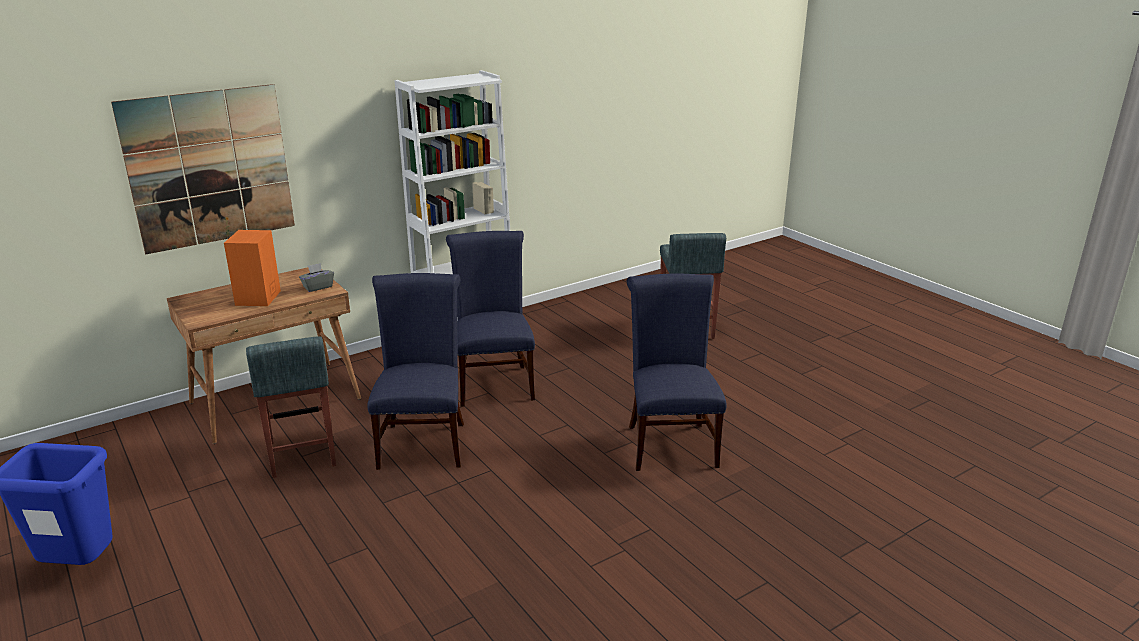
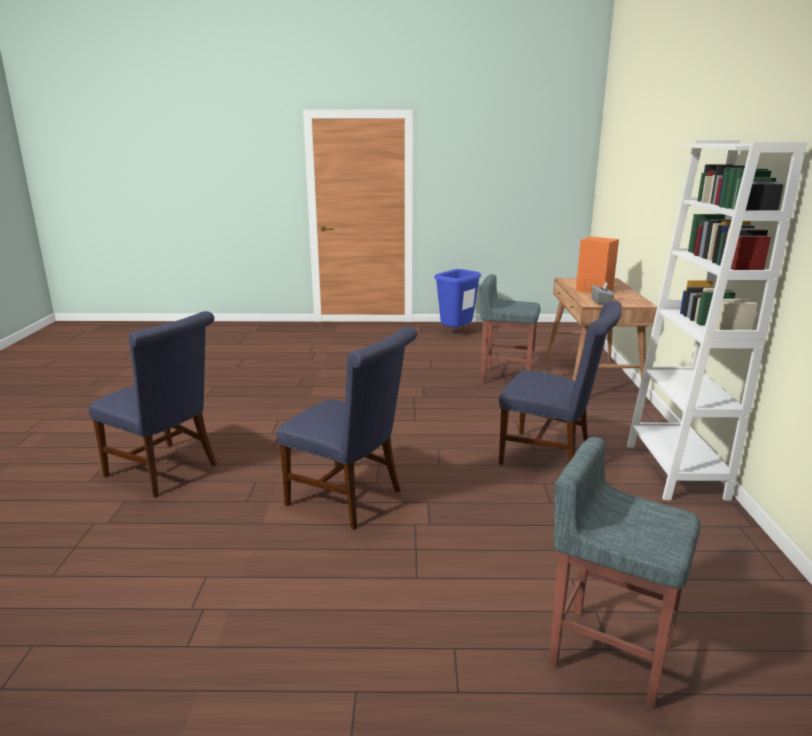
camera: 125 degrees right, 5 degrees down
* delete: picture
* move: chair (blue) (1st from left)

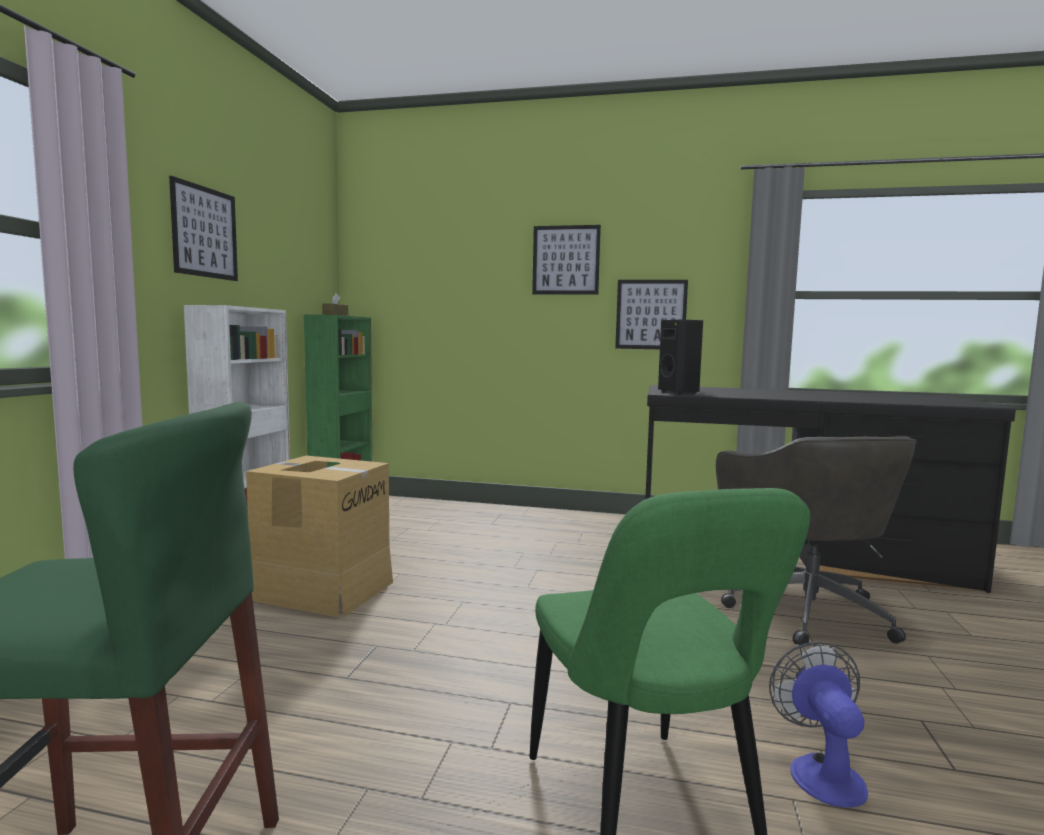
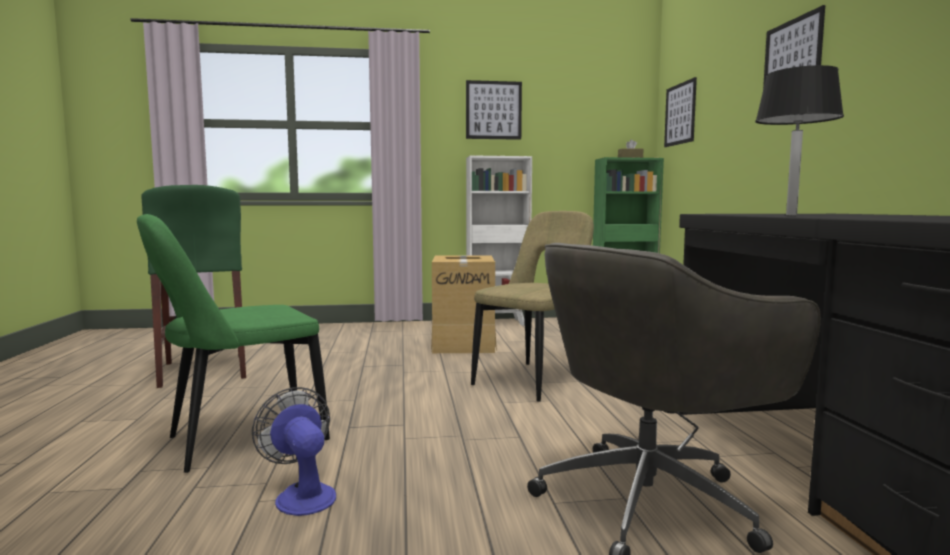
camera: 70 degrees right, 0 degrees up
* delete: speaker (black)
* insert: chair (beige)
* insert: table lamp (black)
* move: picture (3rd from left in the first image) to picture (2nd from left)
* rotate: fan 105 degrees counterclockwise

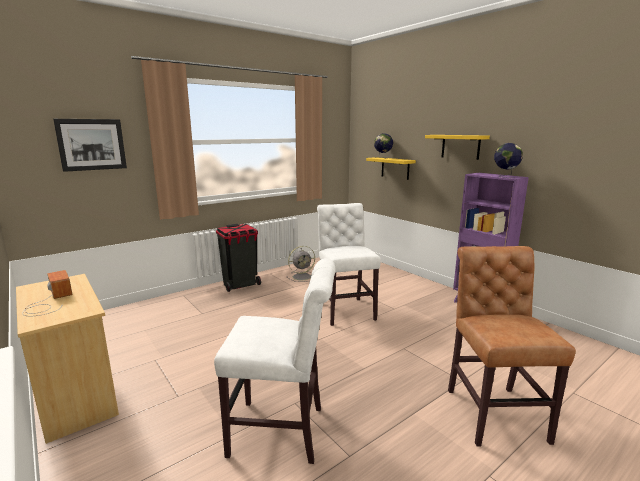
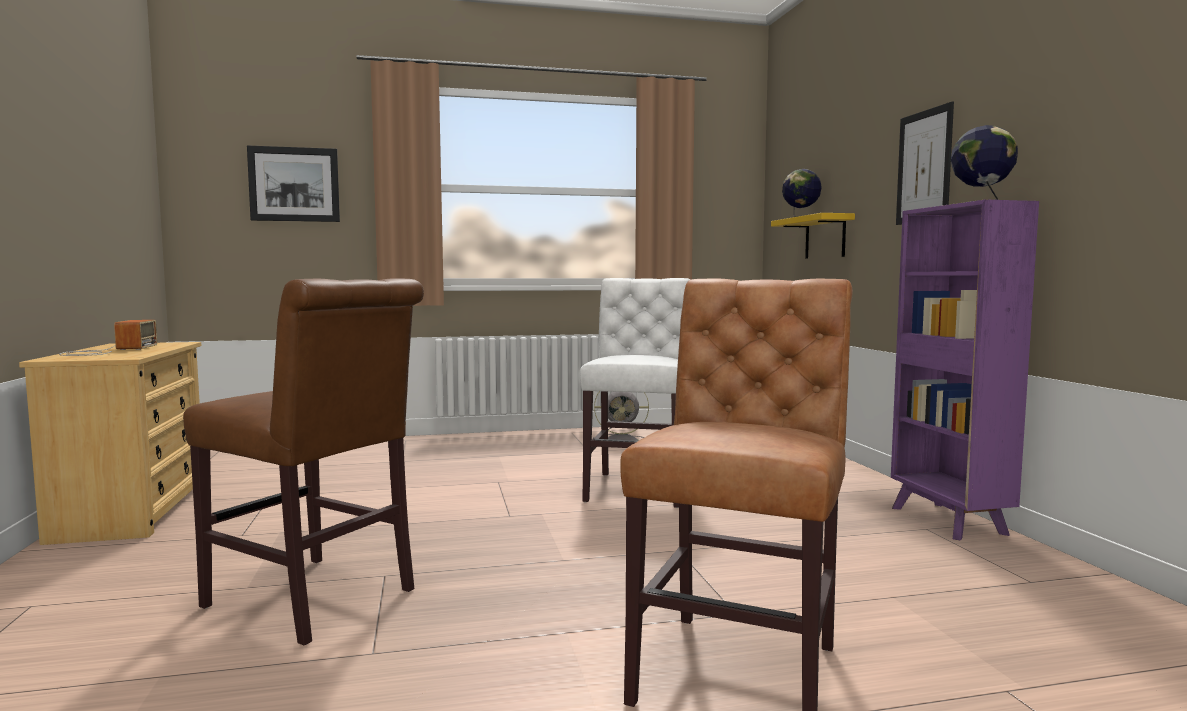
camera: 25 degrees right, 10 degrees down
* delete: trash can (black)
* replace: shelf (yellow) (2nd from left) to picture (2nd from left)
* recolor: chair (white) (1st from left) to chair (brown) (1st from left)

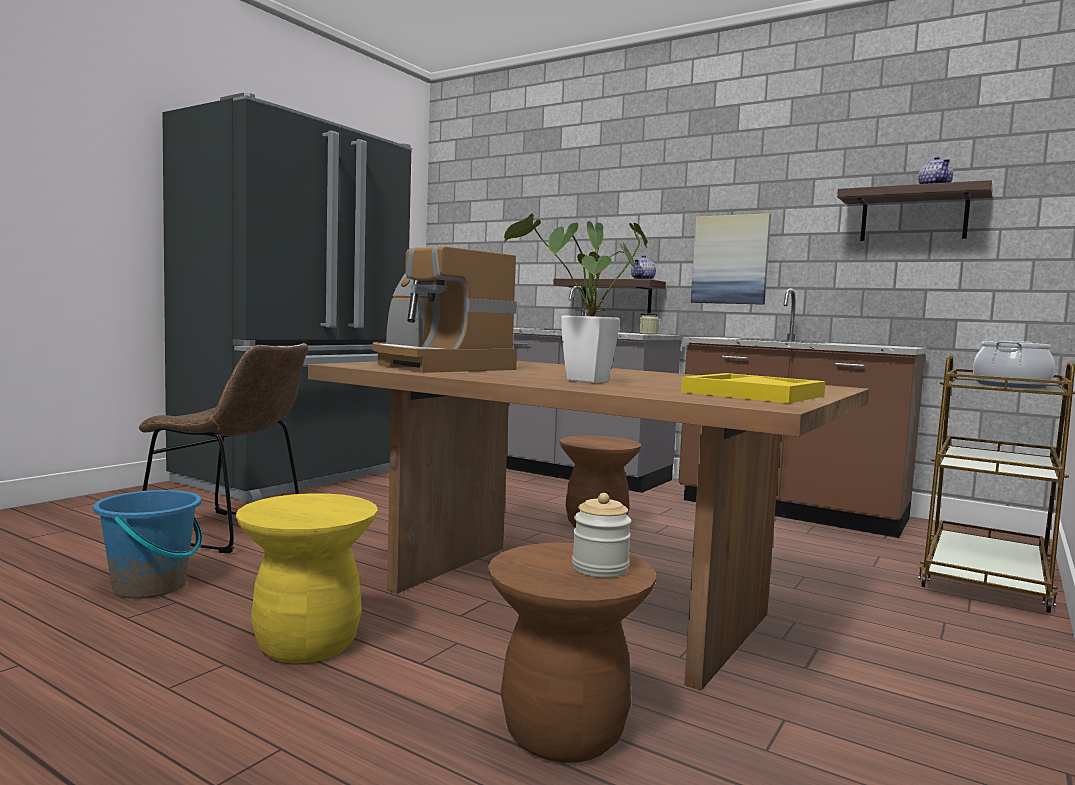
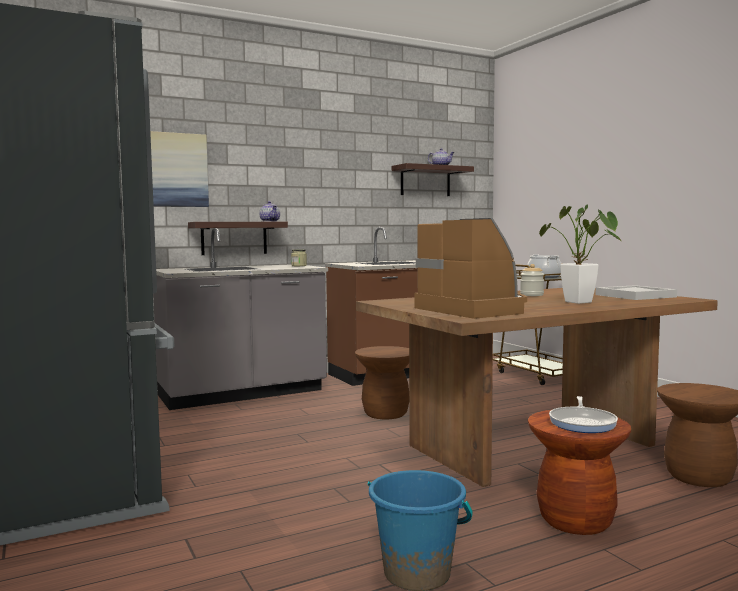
camera: 60 degrees left, 0 degrees up
* delete: chair (brown)
* insert: frying pan
* move: jar (1st from left in the first image) to jar (2nd from left)
* move: picture
* recolor: stool (yellow) to stool (brown) (2nd from left)
* recolor: tray (yellow) to tray (white)
* rotate: coffee machine 105 degrees counterclockwise

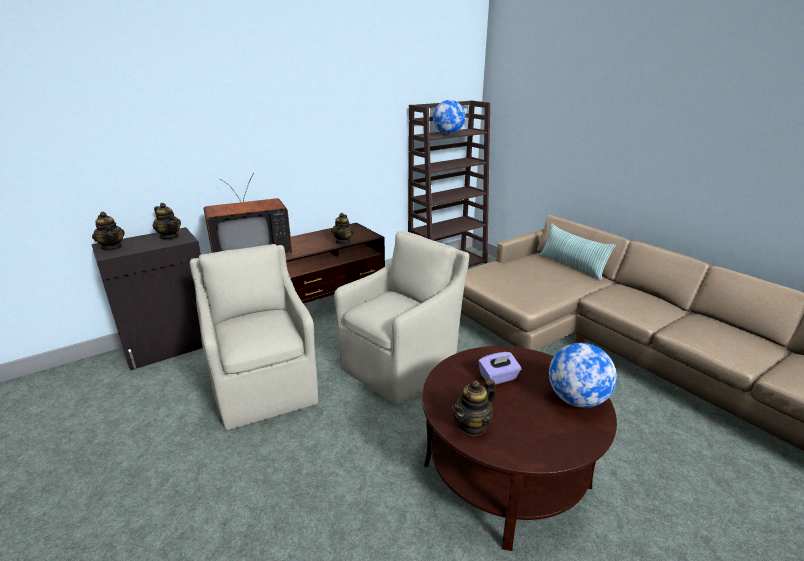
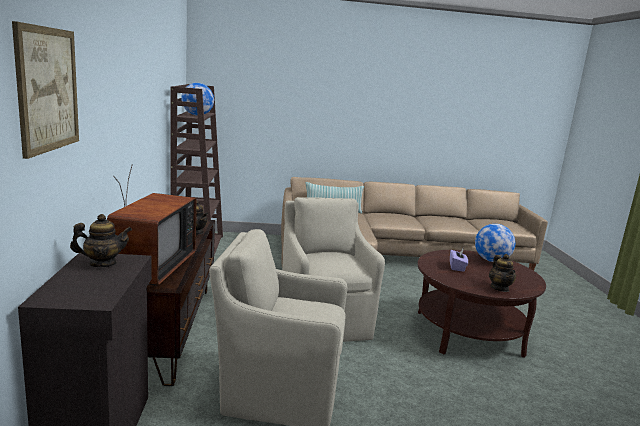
camera: 60 degrees left, 10 degrees down
* delete: teapot (1st from left)
* insert: picture

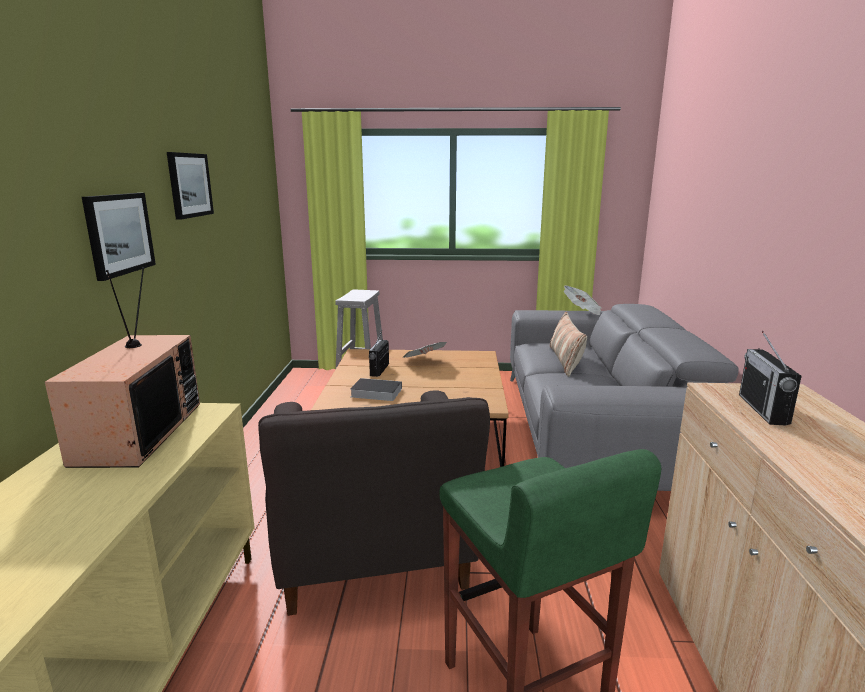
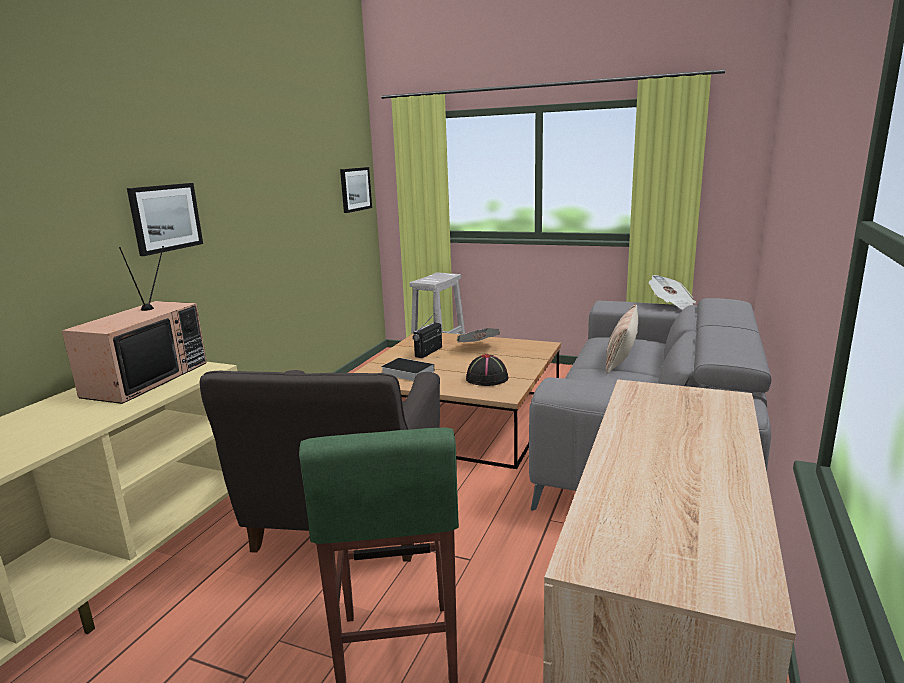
camera: 20 degrees right, 0 degrees up
* delete: radio (2nd from left)
* insert: hat (black)
* move: picture (2nd from left)

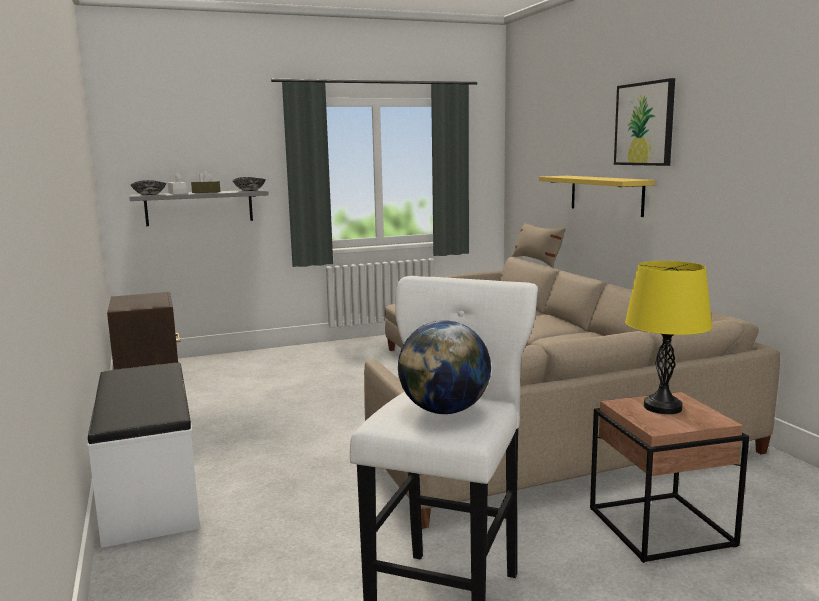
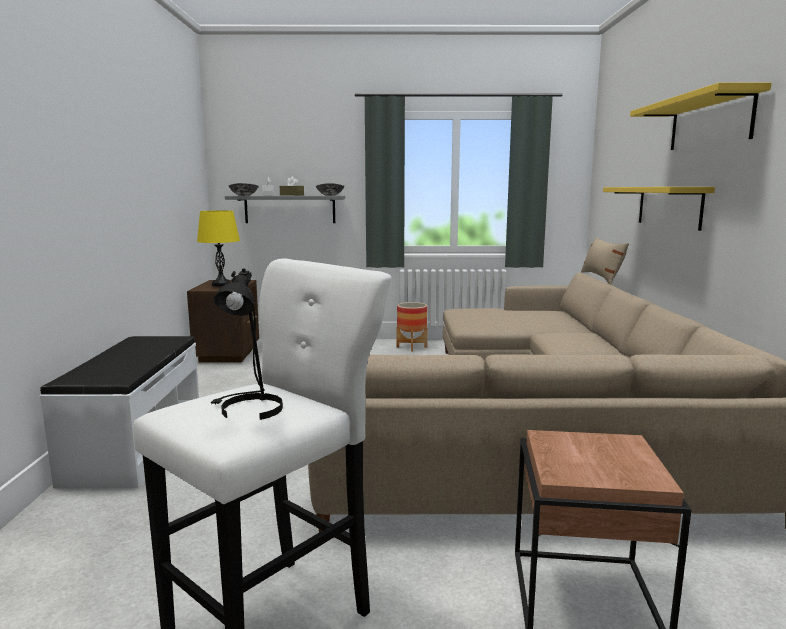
camera: 20 degrees right, 0 degrees up
* insert: planter
* move: table lamp (yellow)
* replace: globe to table lamp (black)
* replace: picture to shelf (yellow) (2nd from left)

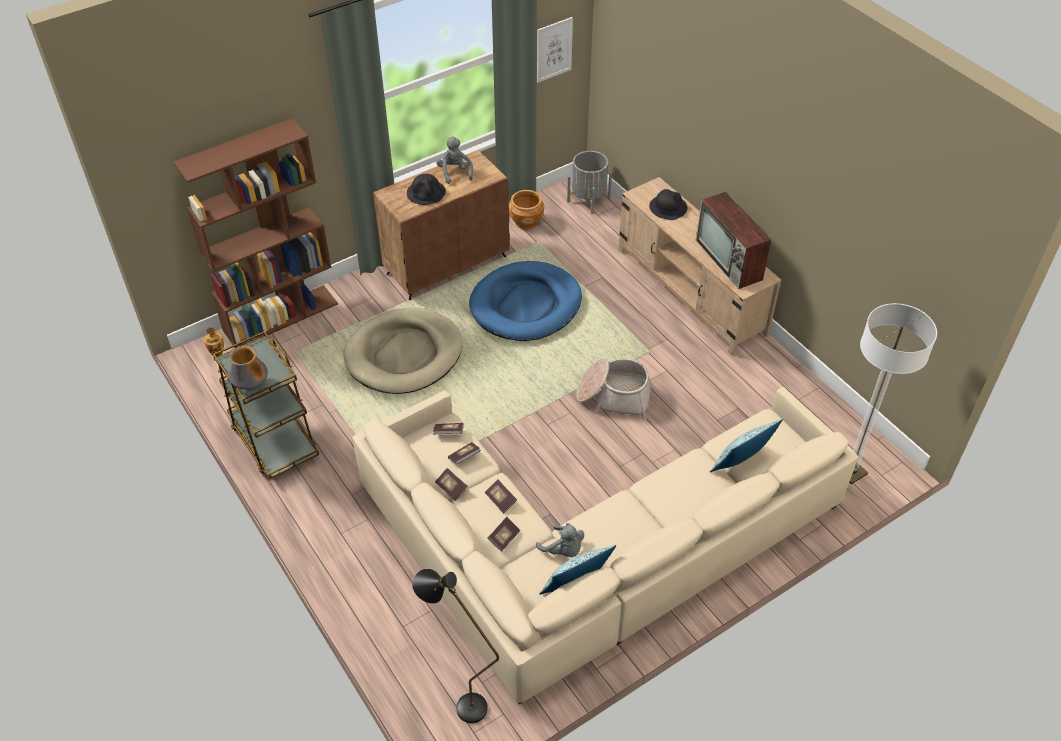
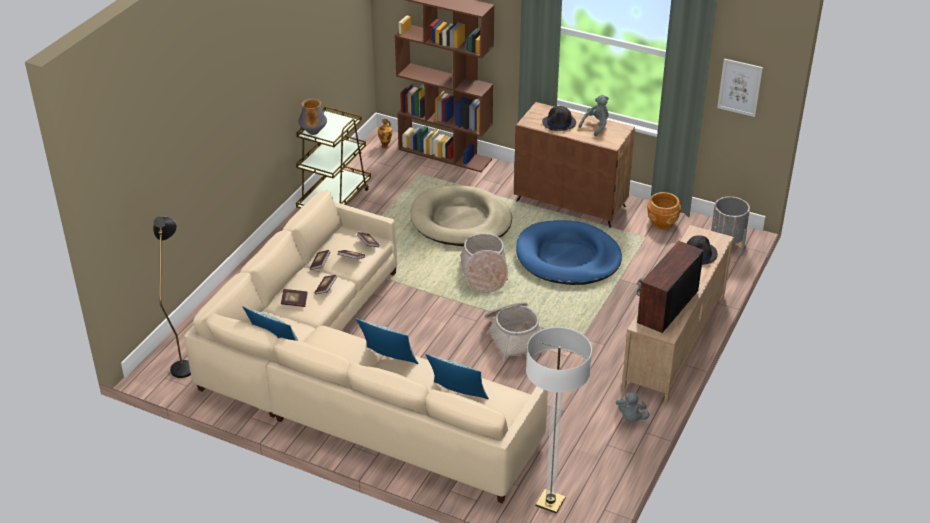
camera: 60 degrees right, 10 degrees down
* insert: pillow (2nd from left)
* insert: basket (1st from left)
* move: plush toy (grey) (2nd from left)

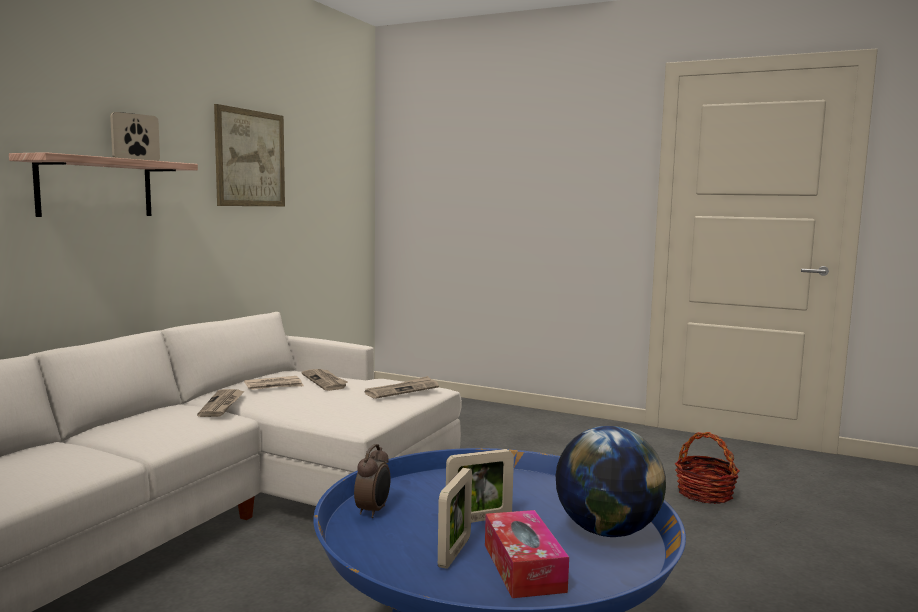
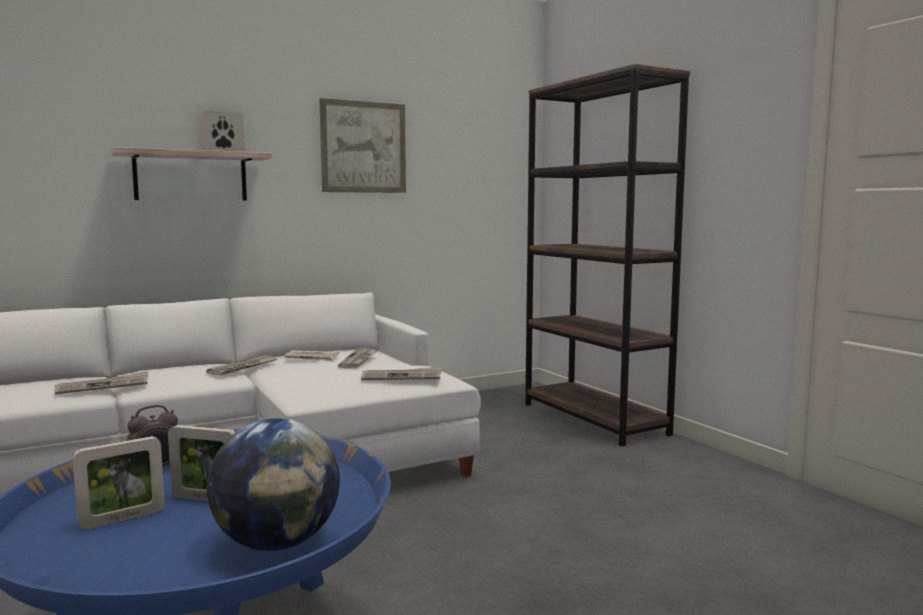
camera: 35 degrees right, 0 degrees up
* delete: tissue box
* delete: basket
* insert: newspaper (1st from left)
* insert: bookcase (brown)

